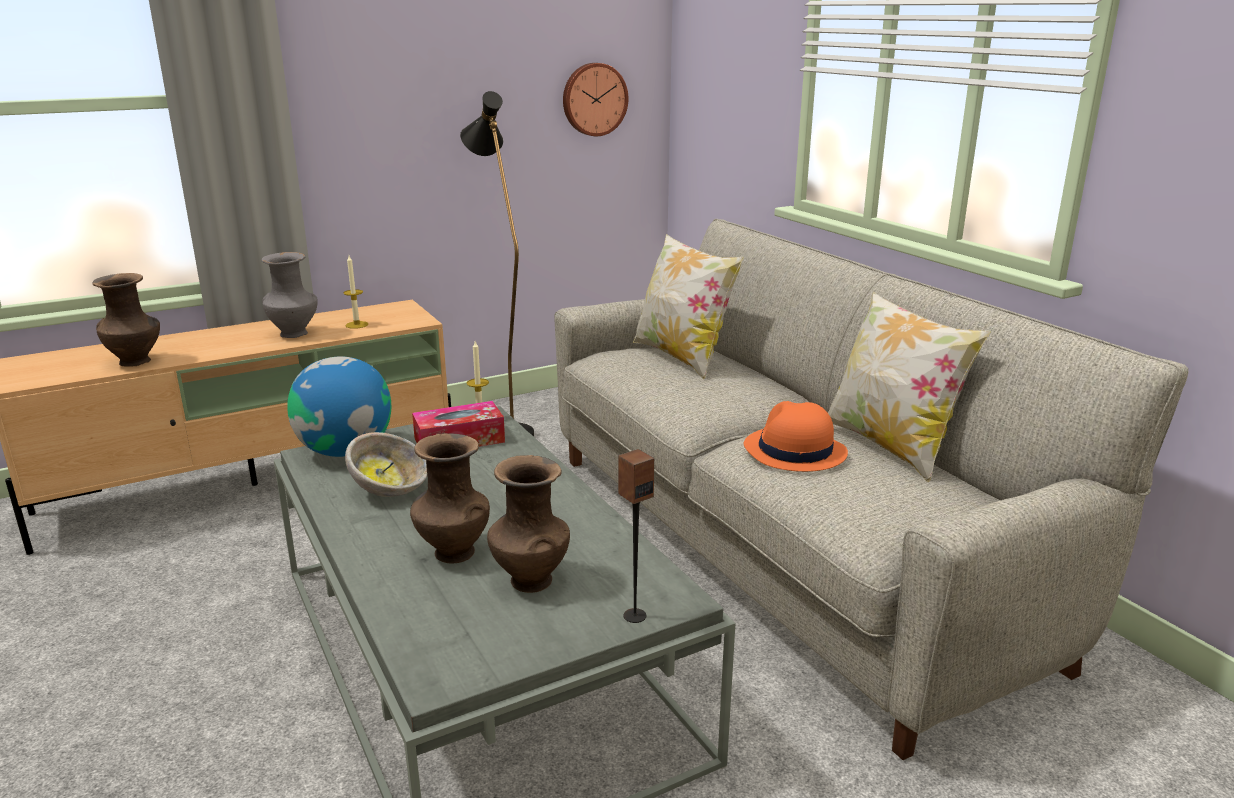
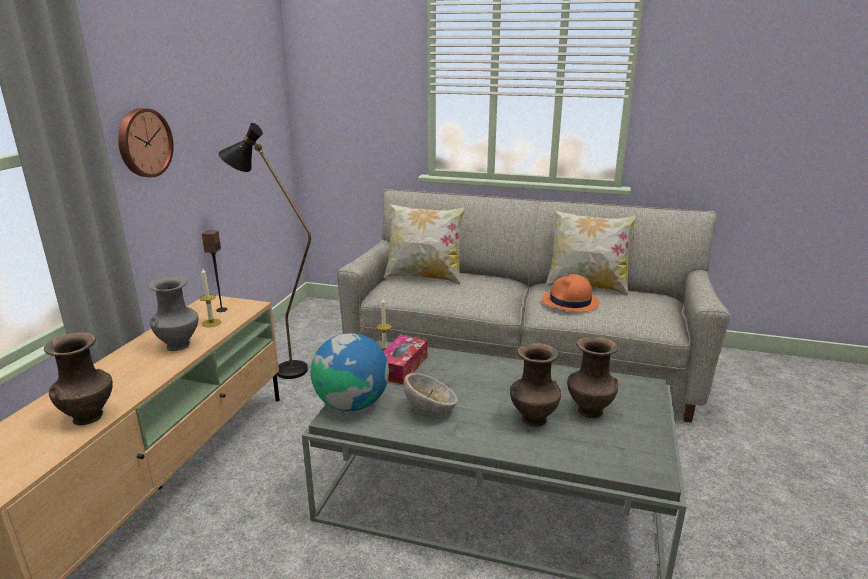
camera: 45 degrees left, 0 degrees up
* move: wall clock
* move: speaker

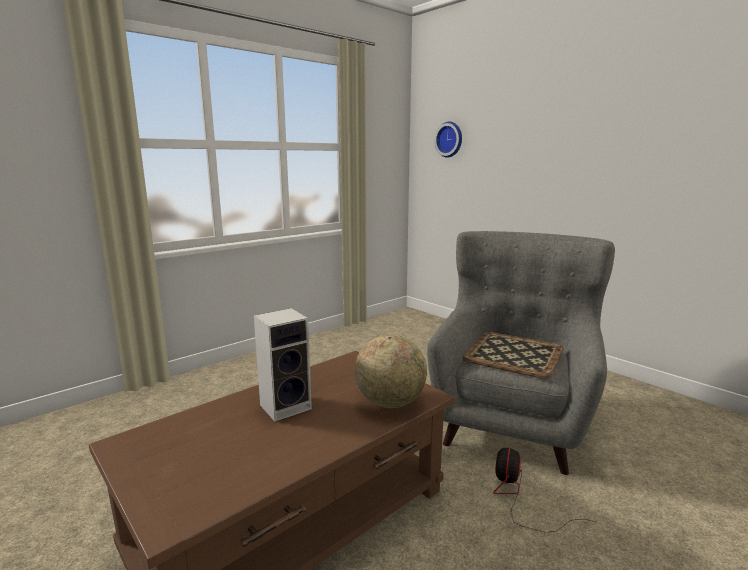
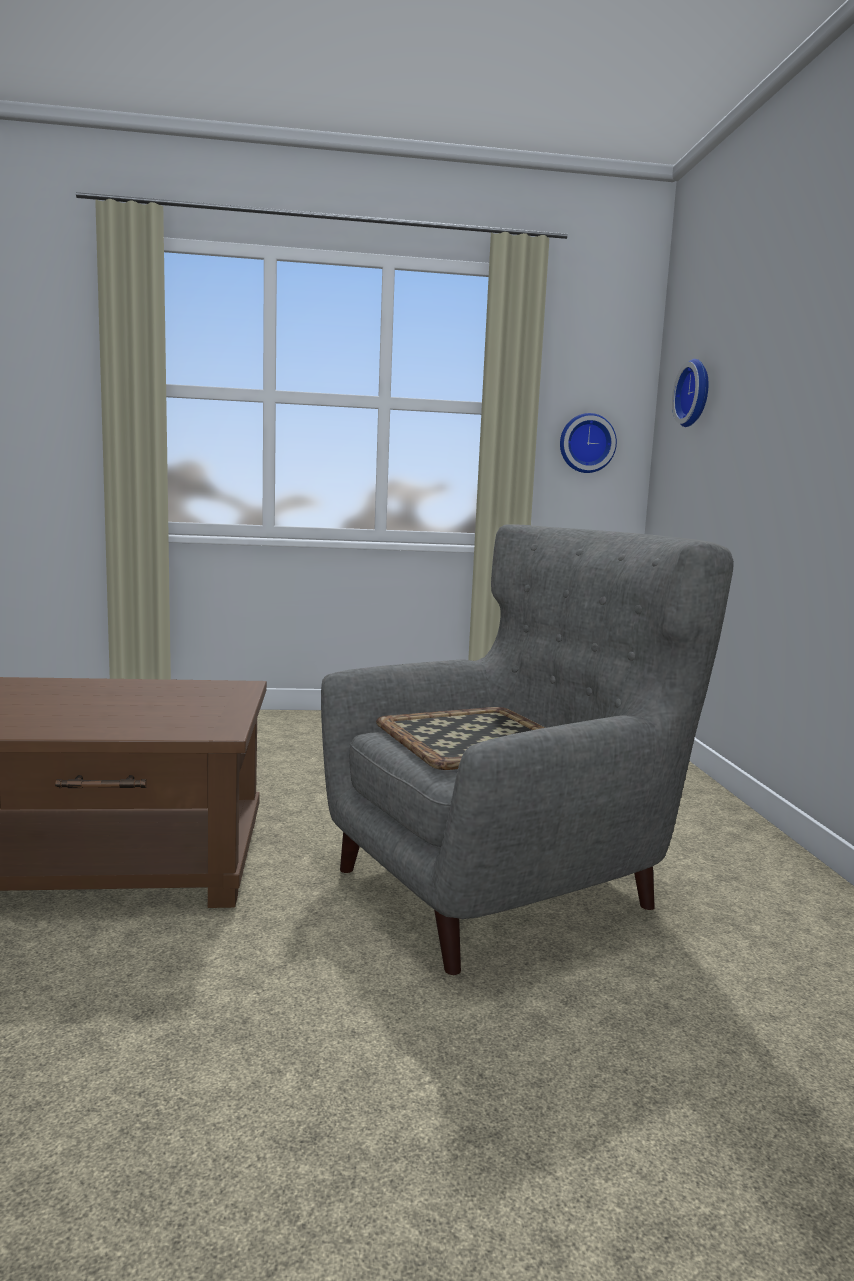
camera: 35 degrees right, 5 degrees down
* delete: speaker
* delete: globe
* delete: fan
* insert: wall clock (1st from left)

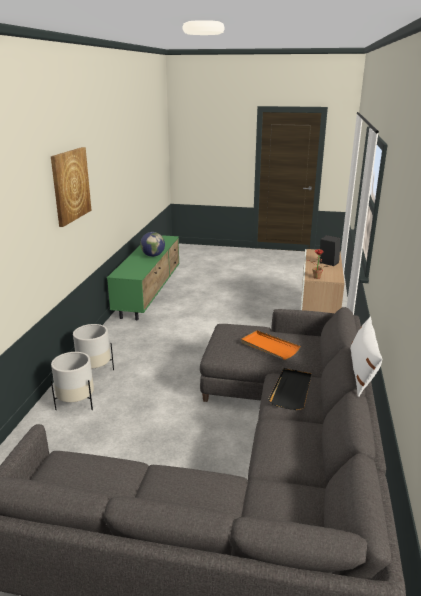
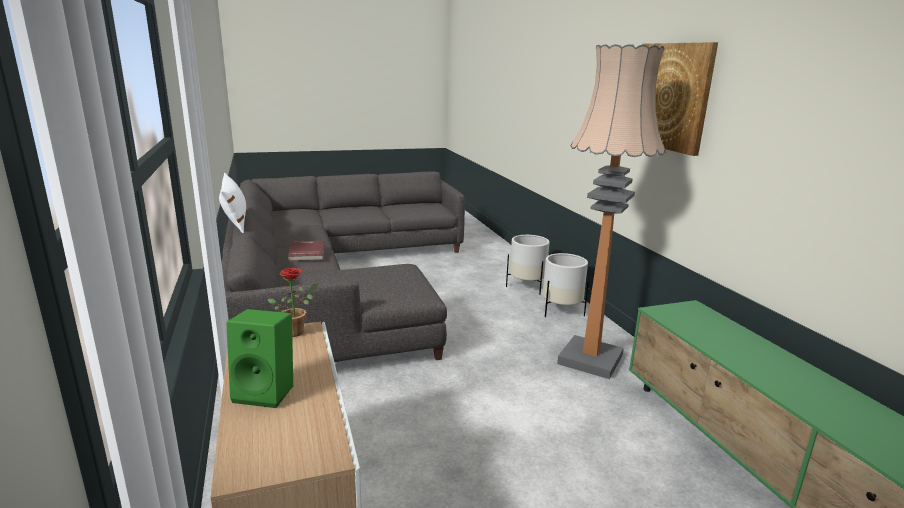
camera: 150 degrees right, 5 degrees down
* delete: globe
* delete: tray (orange)
* insert: floor lamp
* replace: tray (black) to book (red)
* recolor: speaker (black) to speaker (green)

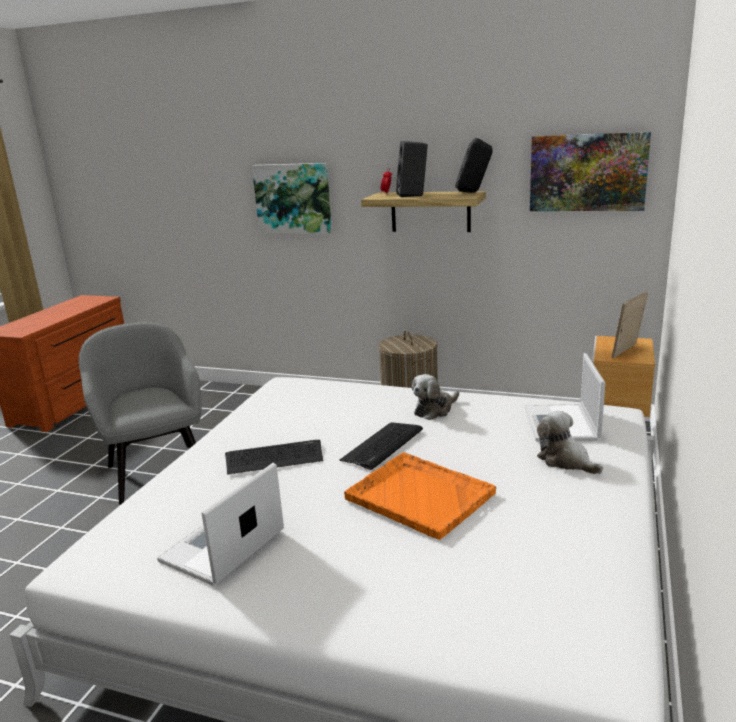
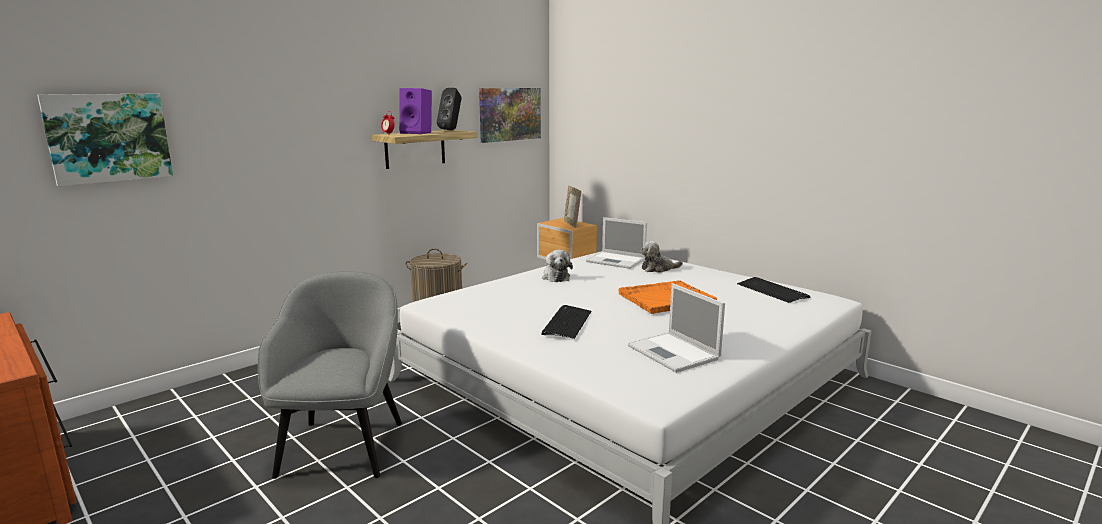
camera: 65 degrees left, 5 degrees down
* move: picture (1st from left)
* move: keyboard (2nd from left)
* recolor: speaker (black) (1st from left) to speaker (purple)
* rotate: armchair (grey) 90 degrees clockwise

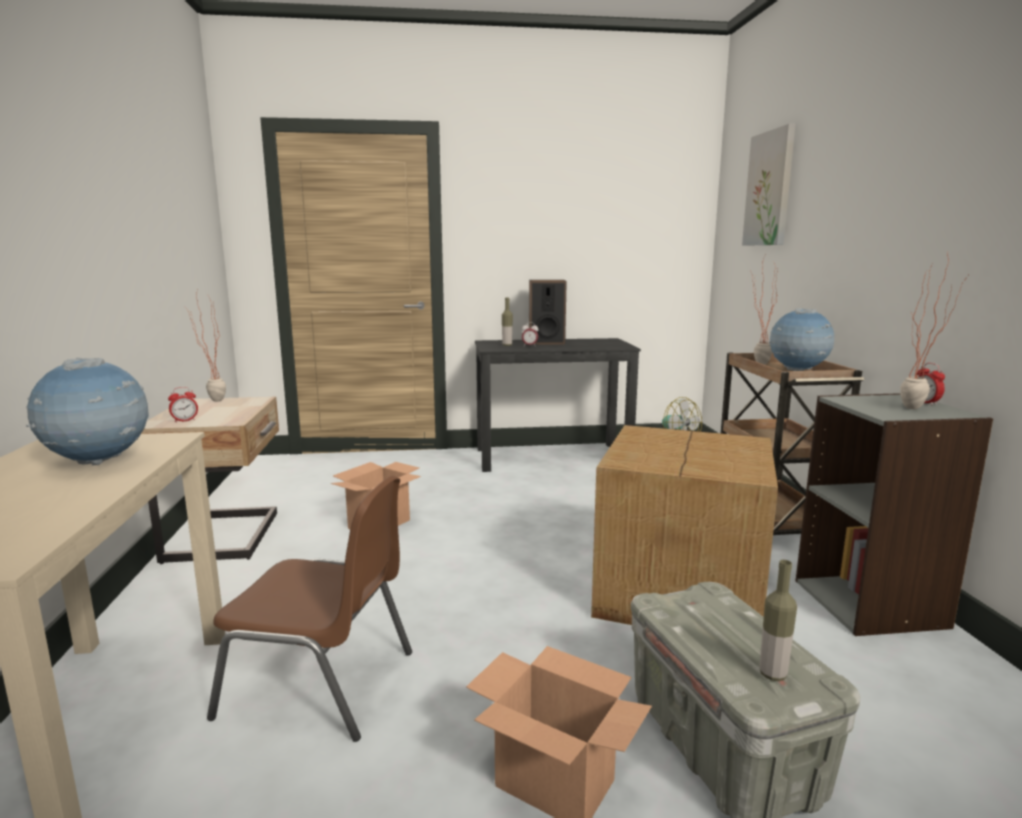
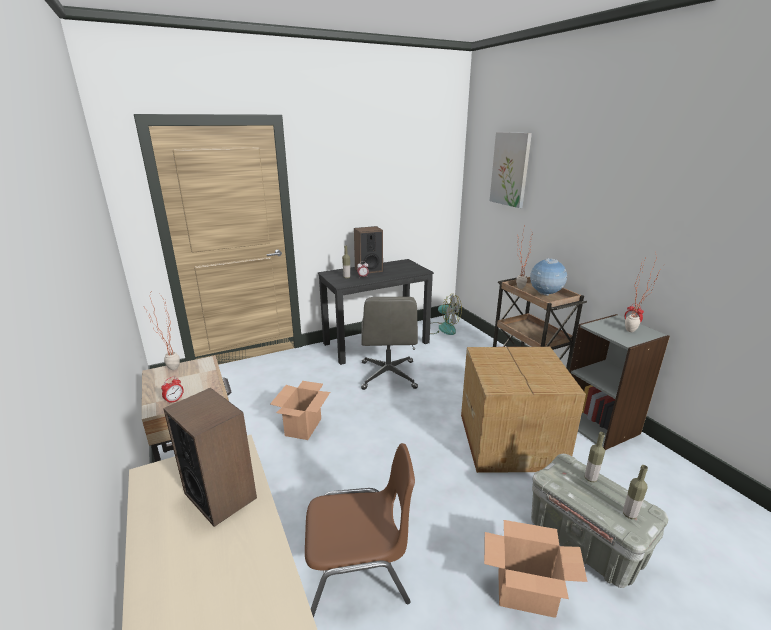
camera: 20 degrees left, 10 degrees up
* insert: office chair (grey)
* insert: bottle (2nd from left)
* replace: globe (1st from left) to speaker (1st from left)

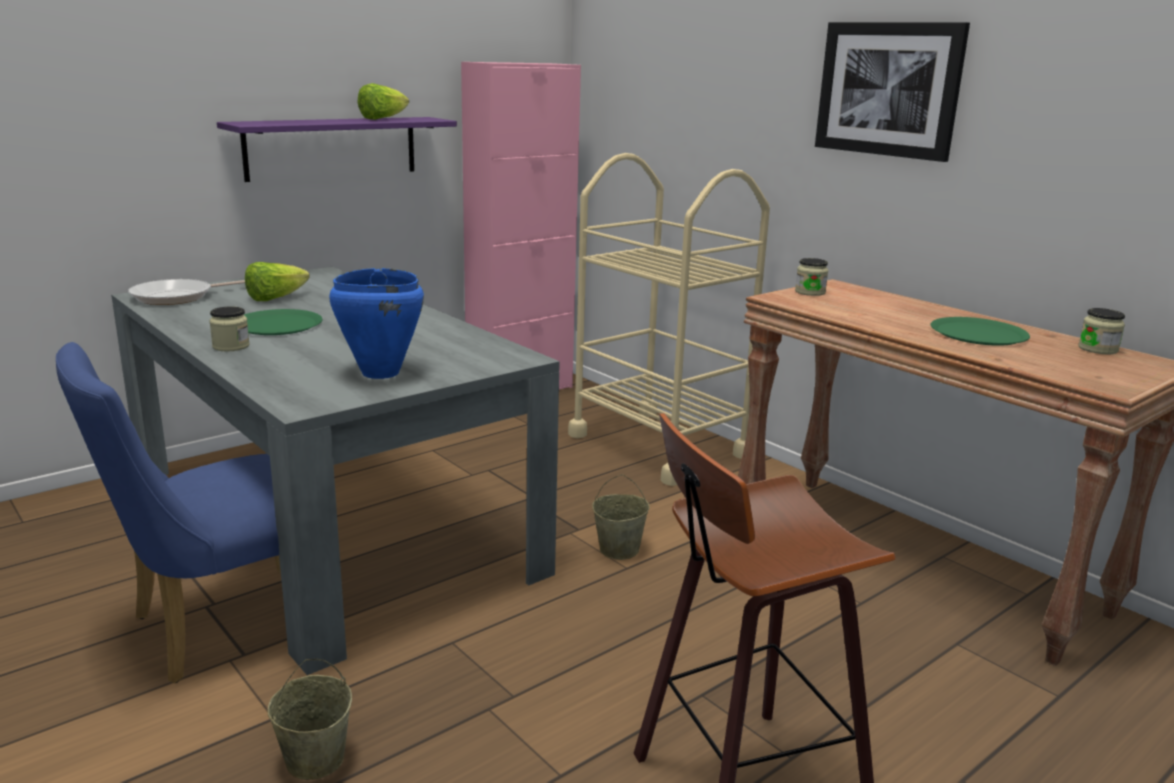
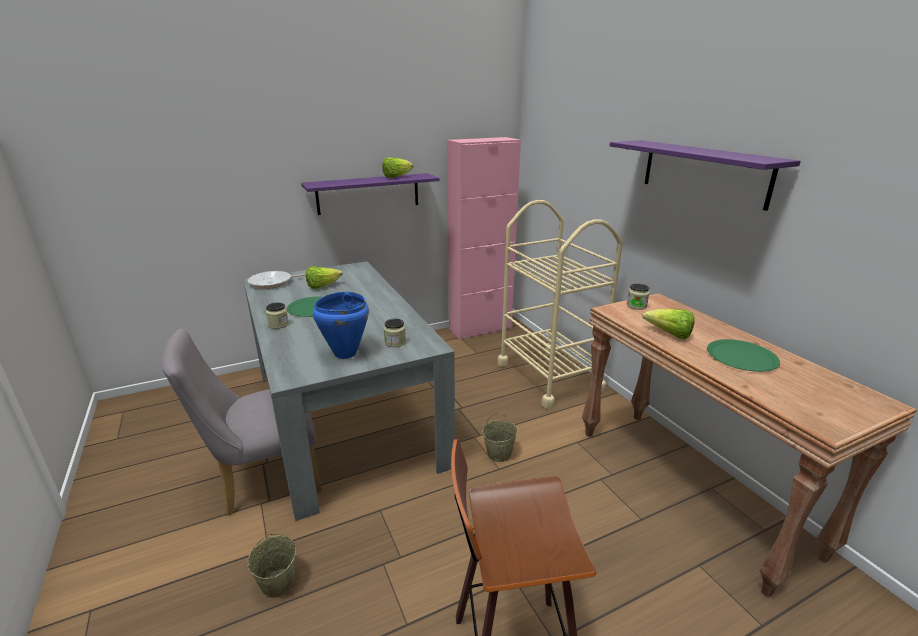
camera: 15 degrees right, 5 degrees up
* insert: lettuce (3rd from left)
* move: jar (3rd from left in the first image) to jar (2nd from left)
* replace: picture to shelf (purple) (2nd from left)
* recolor: chair (blue) to chair (grey)

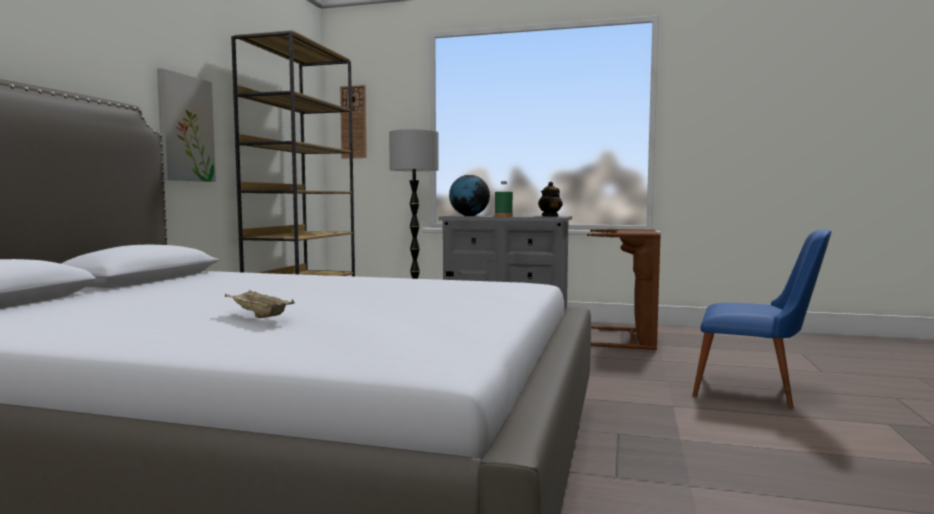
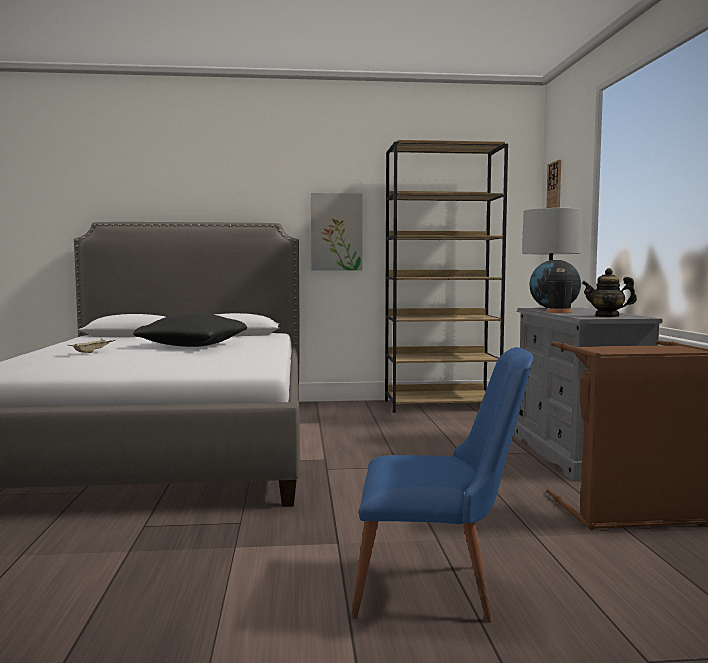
camera: 70 degrees right, 0 degrees up
* insert: pillow (black)
* recolor: bottle (green) to bottle (black)
* rotate: chair (blue) 90 degrees counterclockwise

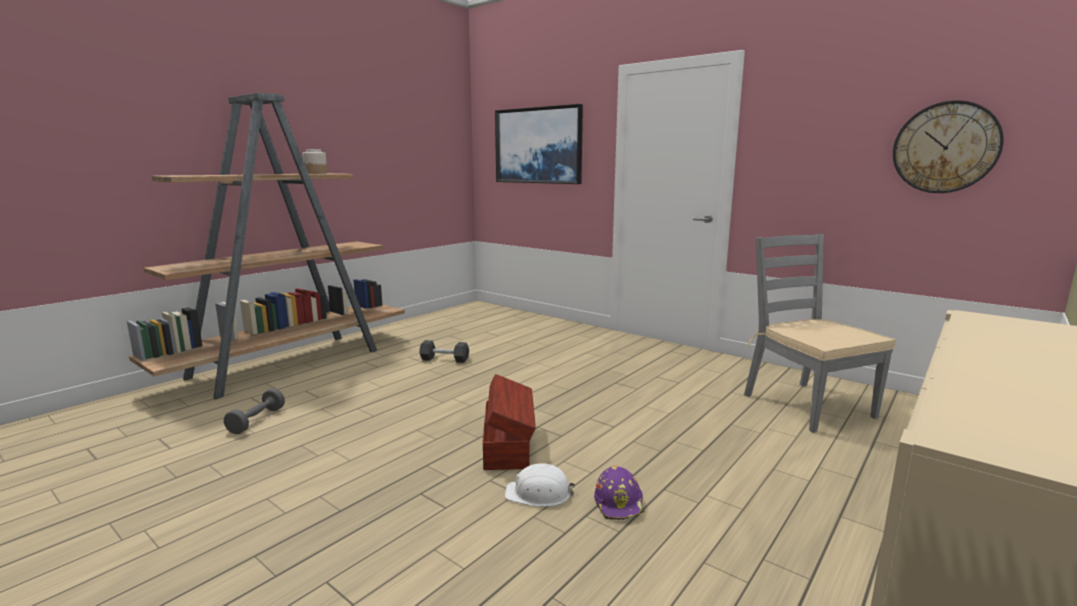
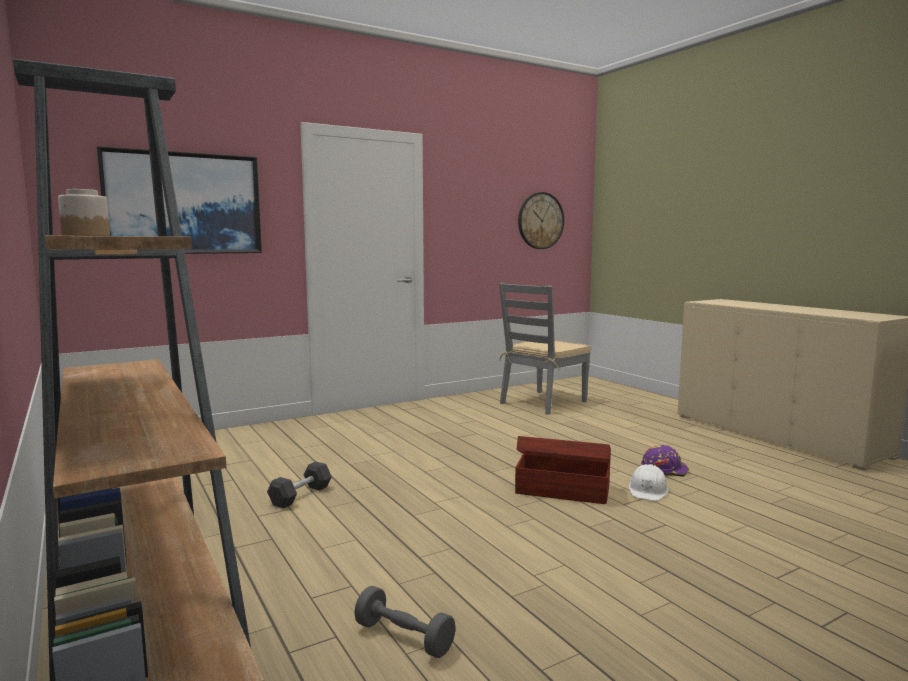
camera: 70 degrees left, 5 degrees down
* rotate: chair (grey) 45 degrees counterclockwise

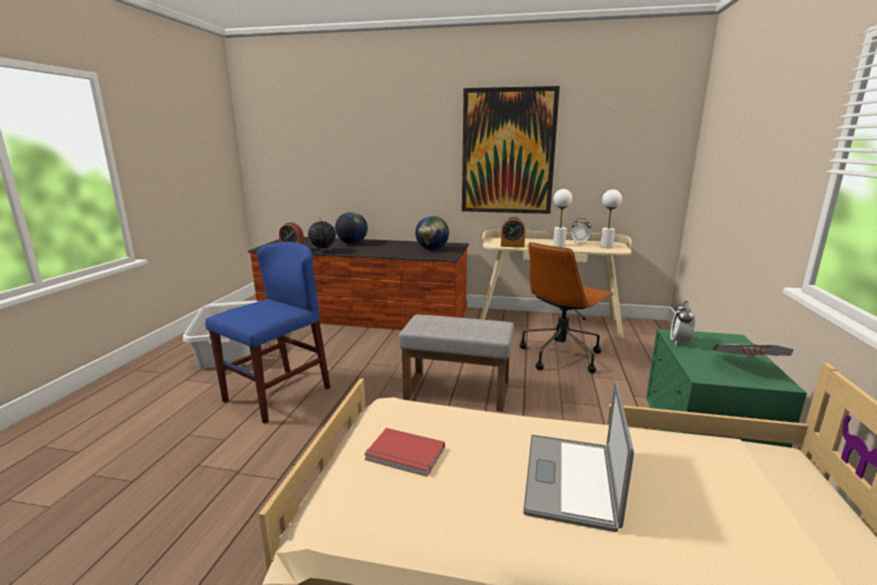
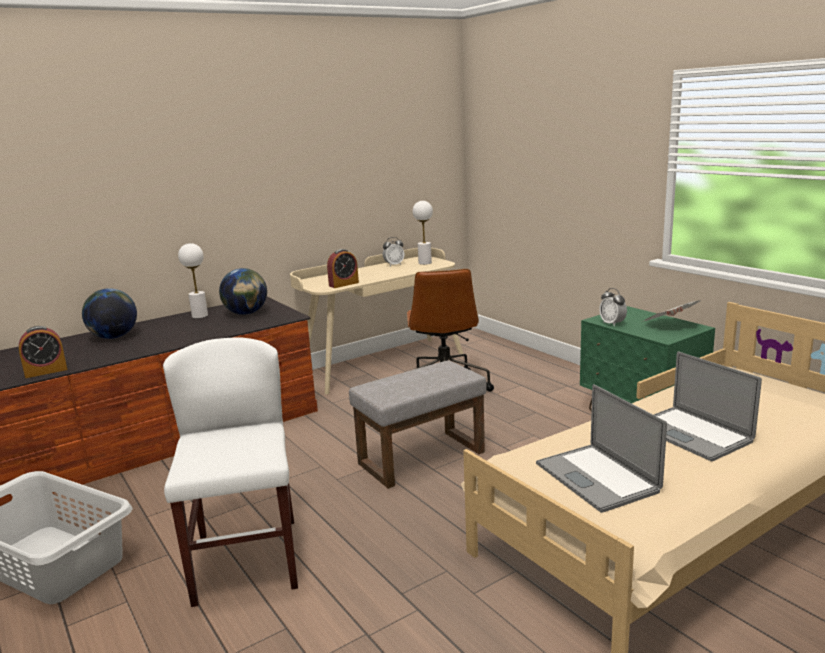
camera: 45 degrees left, 0 degrees up
* delete: globe (1st from left)
* delete: picture
* move: table lamp (white) (1st from left)
* replace: book (red) to laptop (1st from left)
* recolor: chair (blue) to chair (white)

